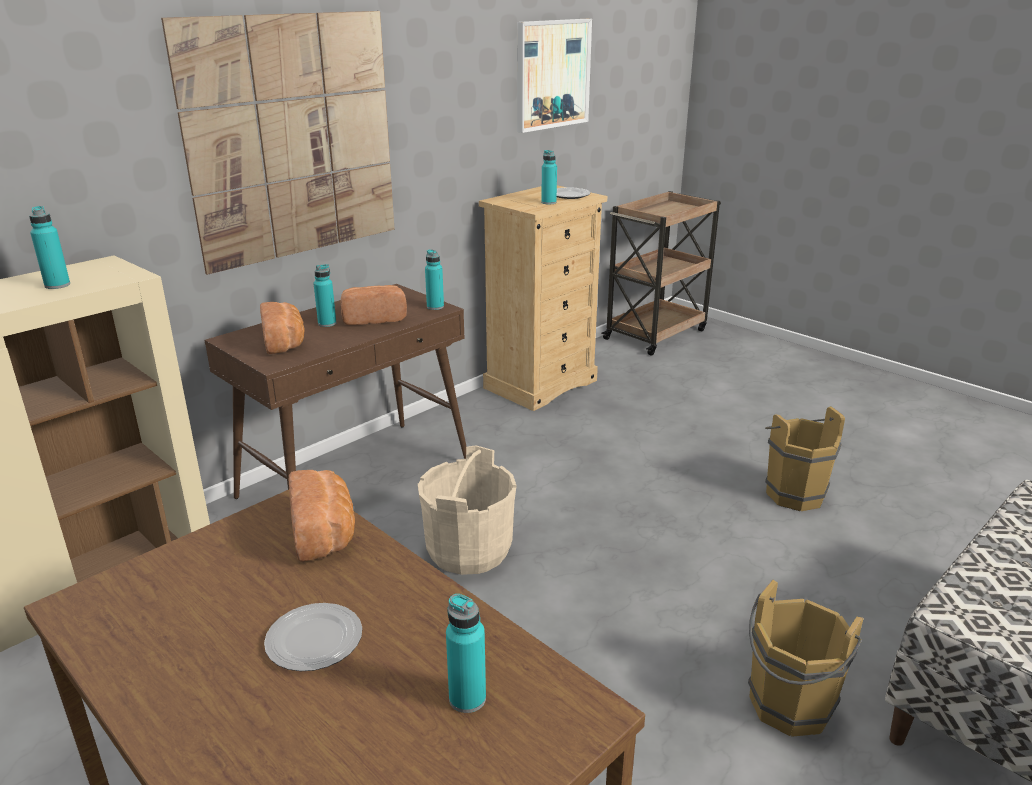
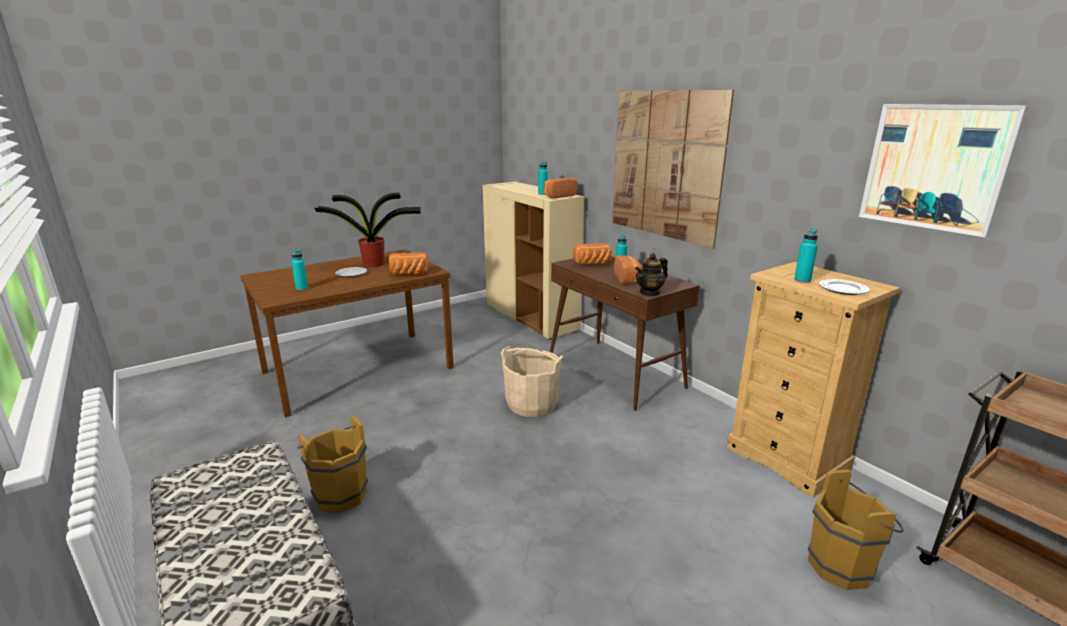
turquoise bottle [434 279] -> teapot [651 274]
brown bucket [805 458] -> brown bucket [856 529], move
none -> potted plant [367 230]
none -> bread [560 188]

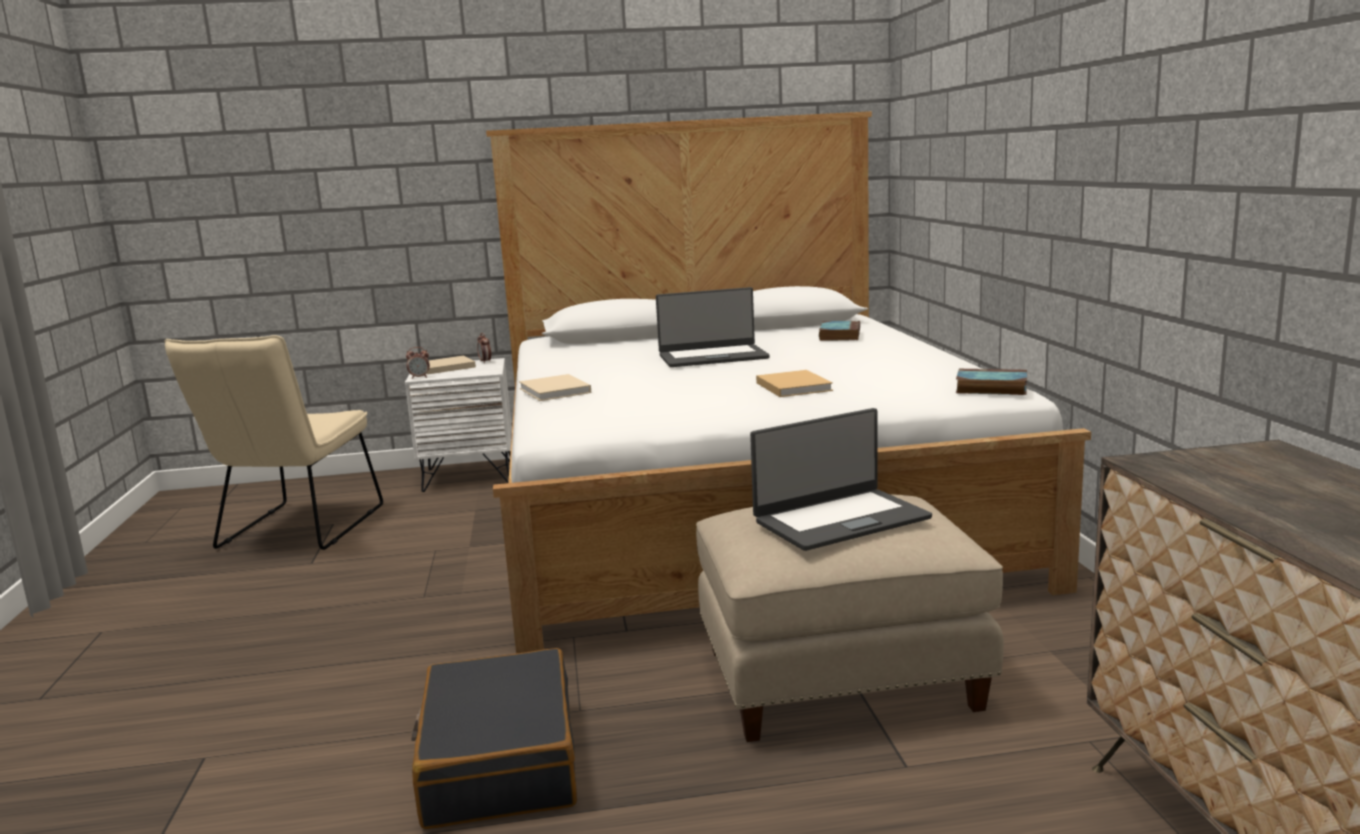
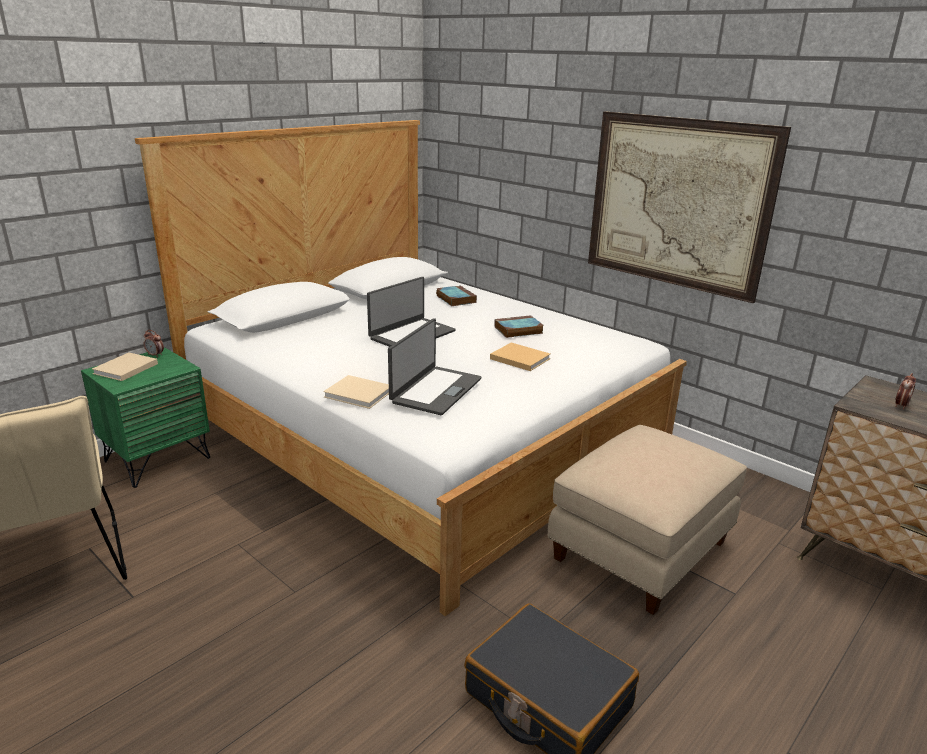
white nightstand [458 425] -> green nightstand [145 418]
alarm clock [418 363] -> alarm clock [905 391], move
laptop [841 479] -> laptop [434 366], move
book [991 382] -> book [518 326], move
none -> picture [689 207]

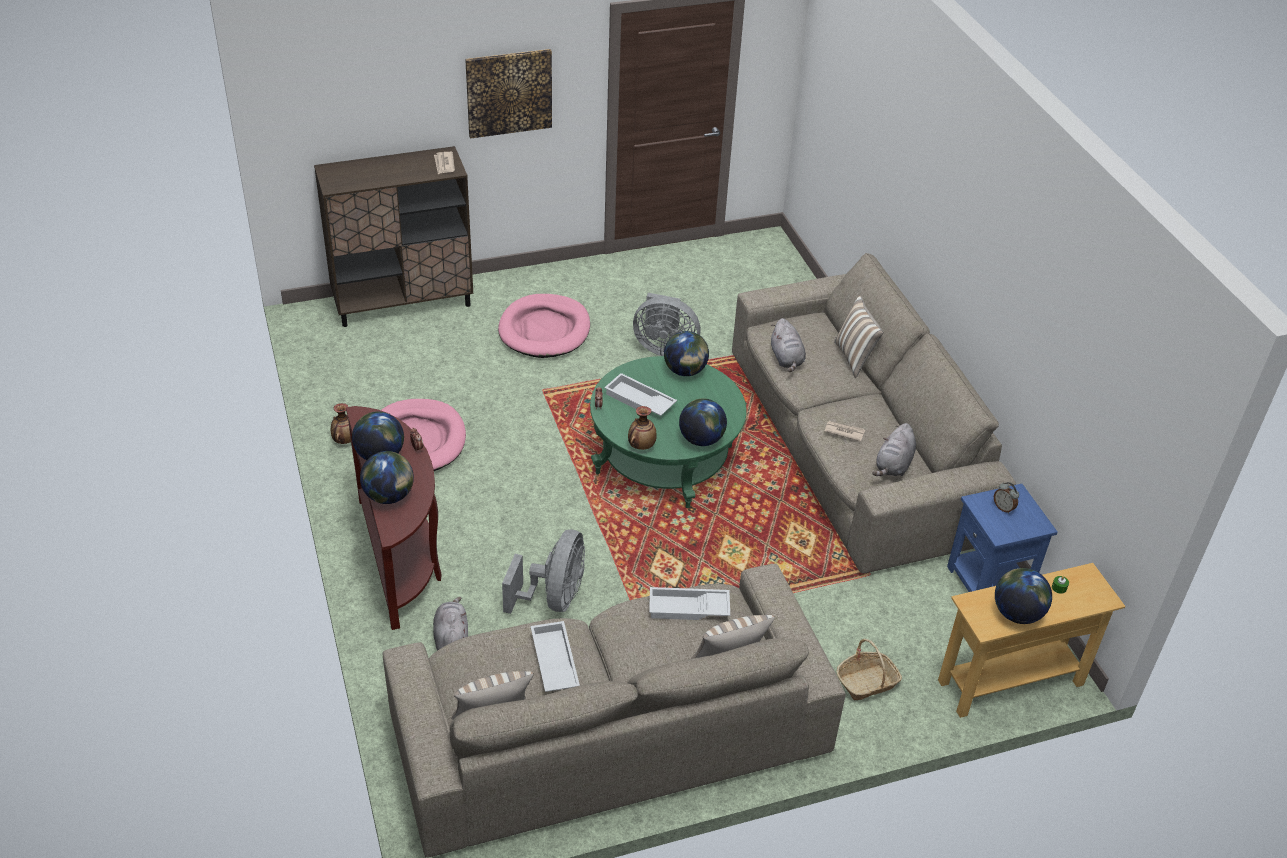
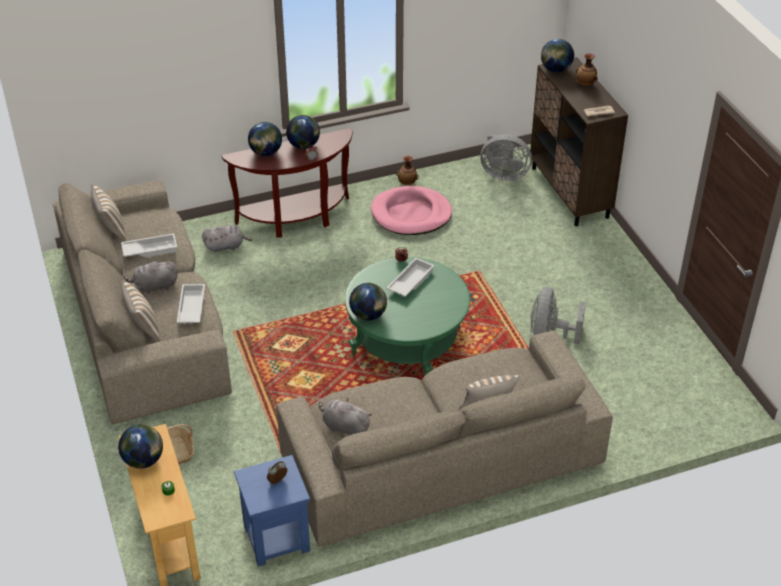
picture [508 94] -> none
pink dog bed [544 326] -> none
grey fan [543 571] -> grey fan [506 157], move
vase [642 428] -> vase [587 69], move
globe [686 353] -> globe [557 55], move
grey plush toy [788 345] -> grey plush toy [150 277], move
newspaper [844 431] -> none

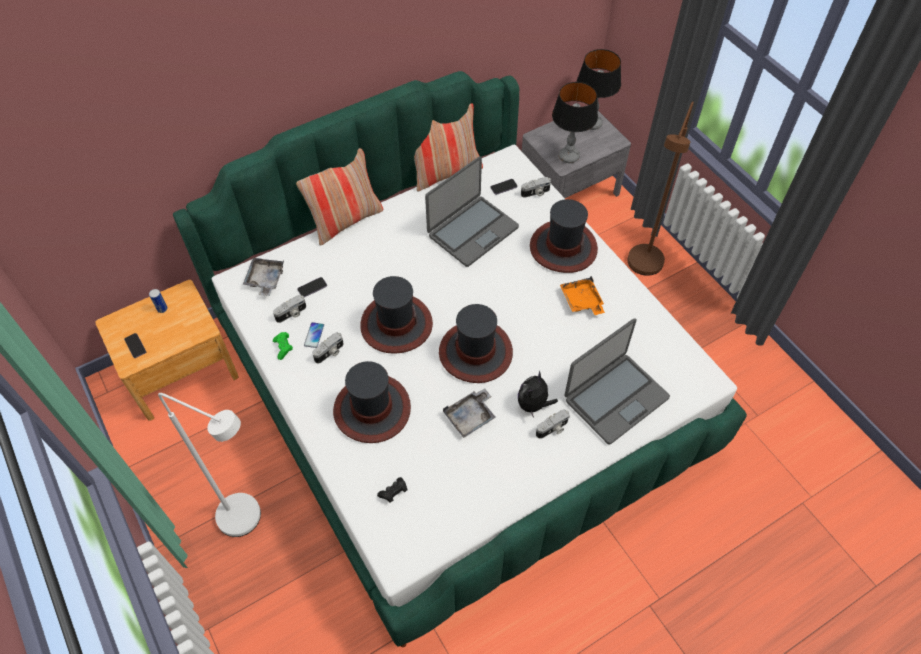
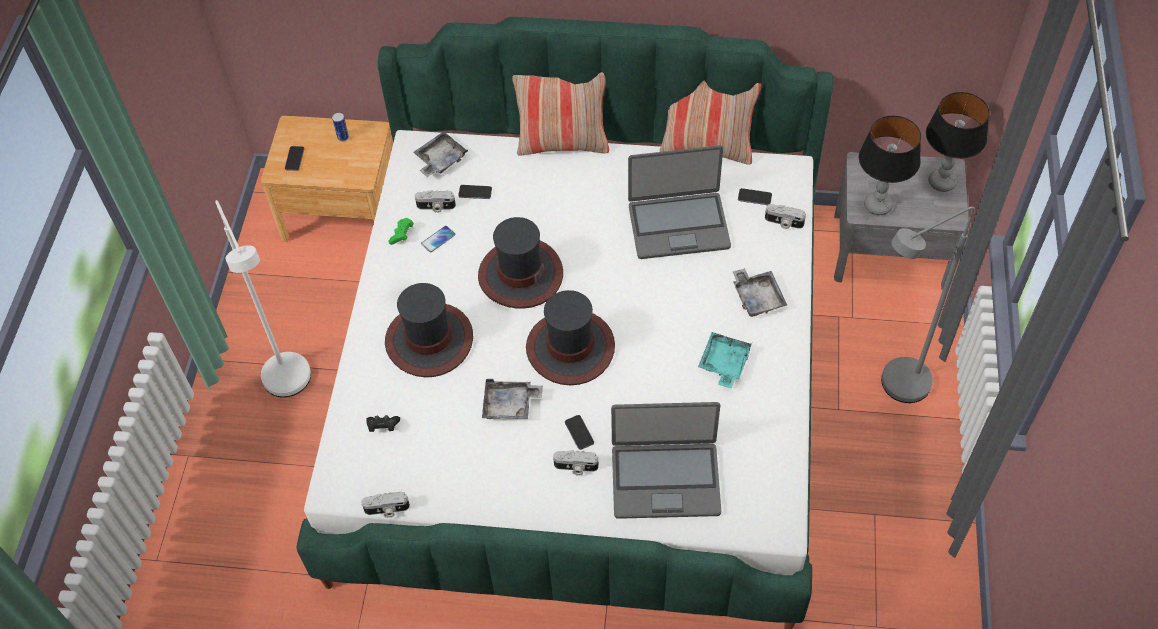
photo camera [328 348] -> photo camera [385 505], move
plush toy [538 394] -> phone [579 432]
hat [564 236] -> grey tray [760 292]
orange tray [582 295] -> turquoise tray [725 360]
brown floor lamp [661 188] -> grey floor lamp [927 304]

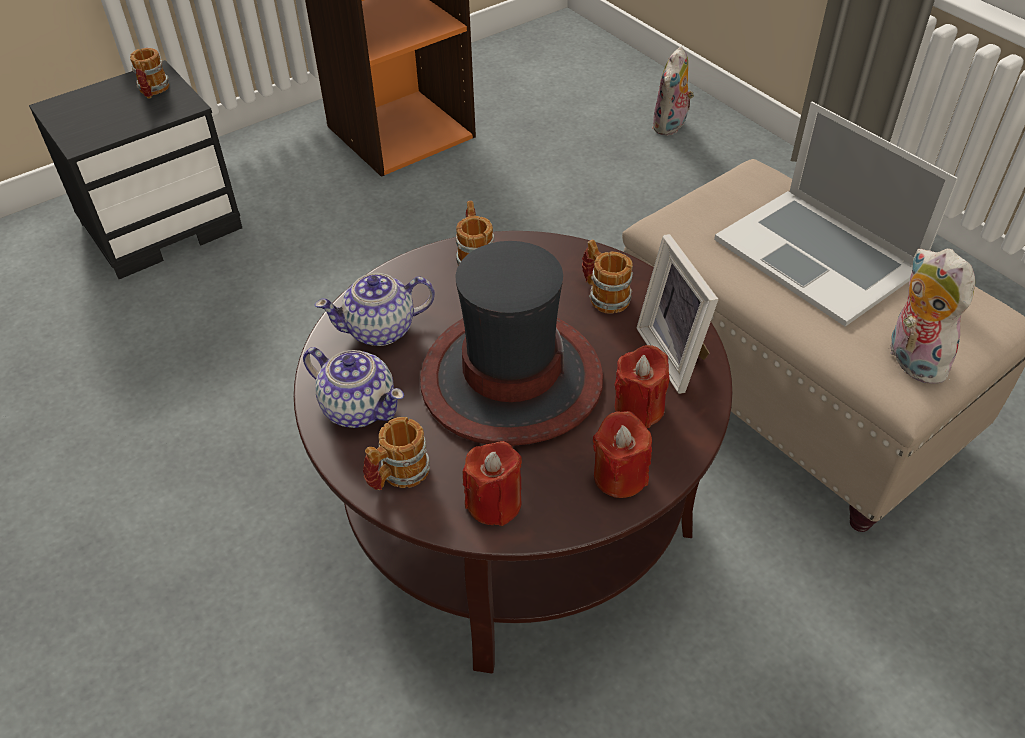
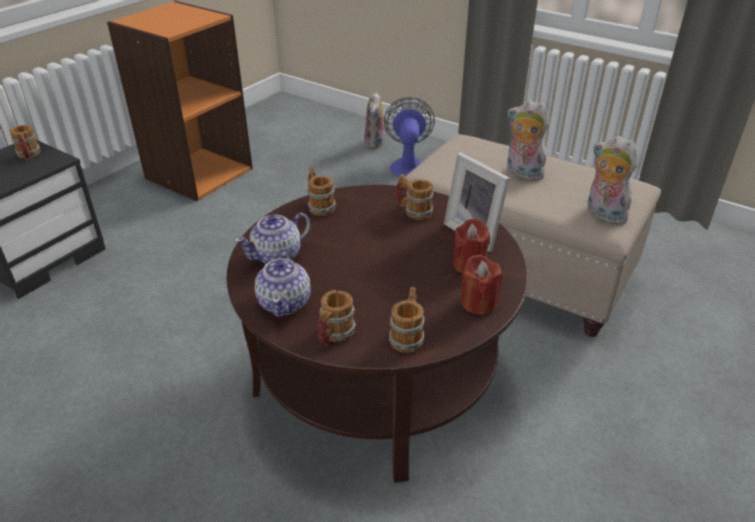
teapot [353 387] -> teapot [283 282], 75 degrees clockwise
hat [511 343] -> none
red candle [492 483] -> mug [406 320]
laptop [836 214] -> plush toy [528 140]
none -> fan [409 136]

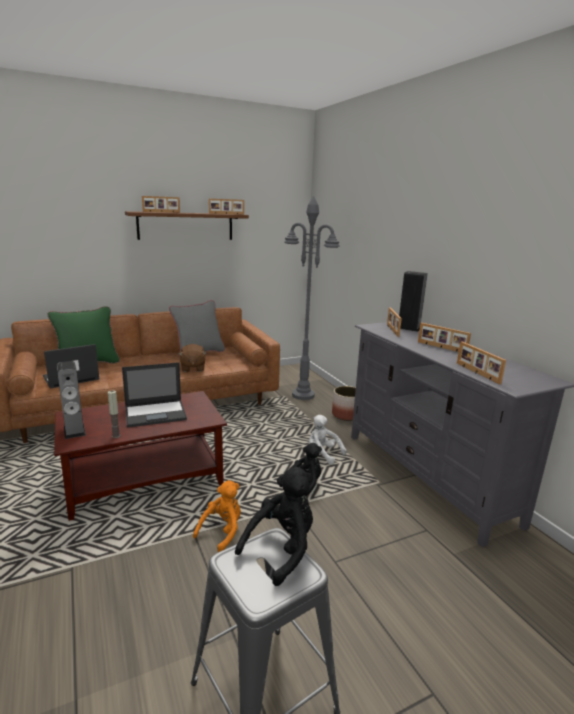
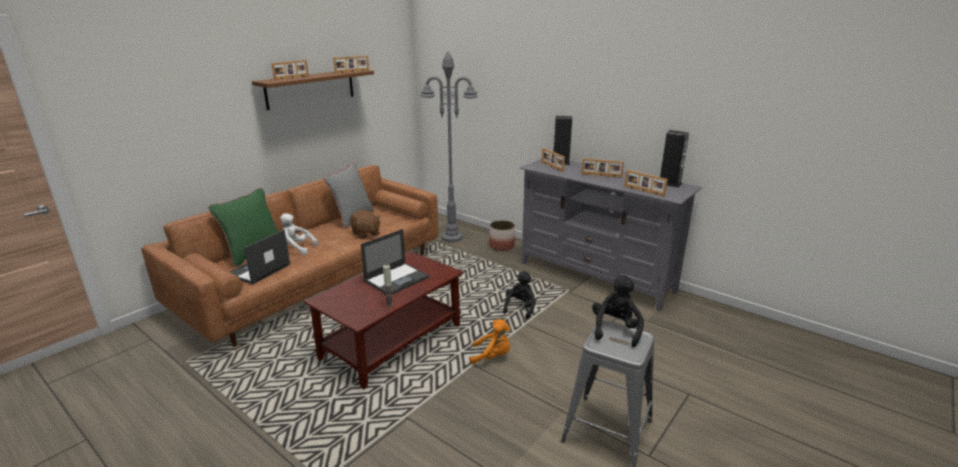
speaker [71 400] -> speaker [674 158], move
orange plush toy [217 516] -> orange plush toy [490 341], 90 degrees clockwise
white plush toy [328 440] -> white plush toy [299 234], move

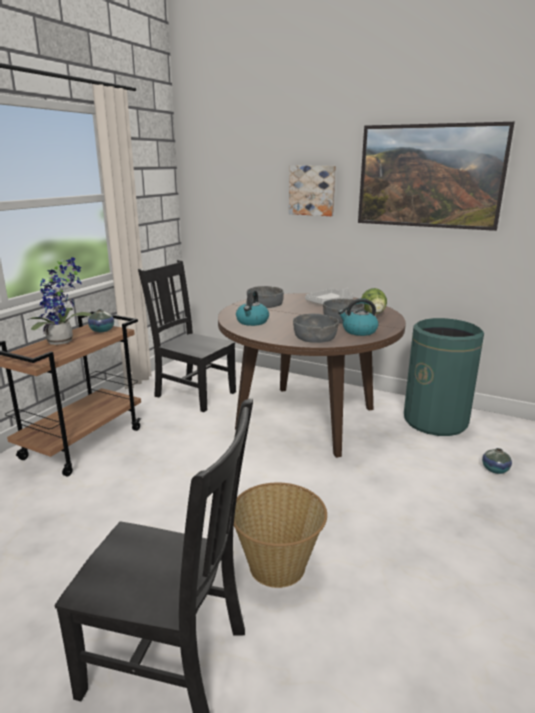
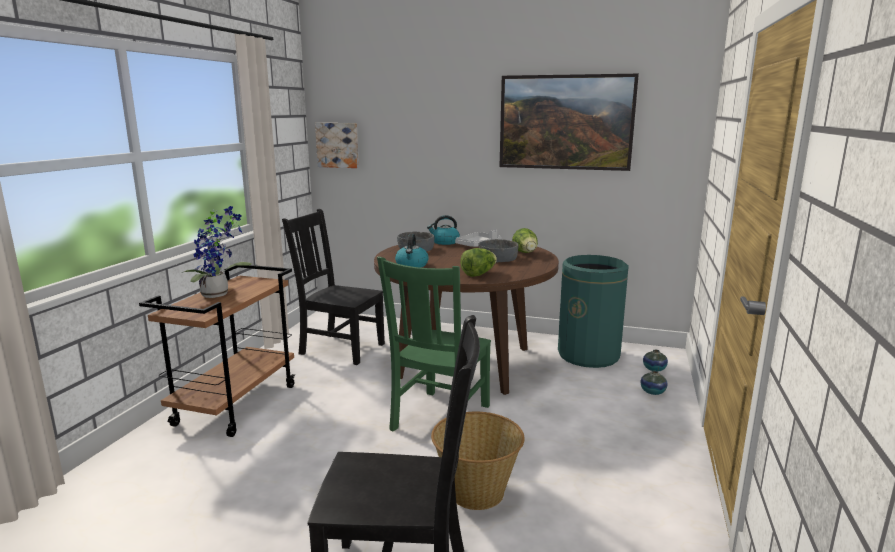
vase [101 320] -> vase [655 360], move
picture [312 190] -> picture [337 145], move
grey bowl [316 328] -> lettuce [478 262]
kettle [358 317] -> kettle [443 230], move
none -> green chair [434 344]

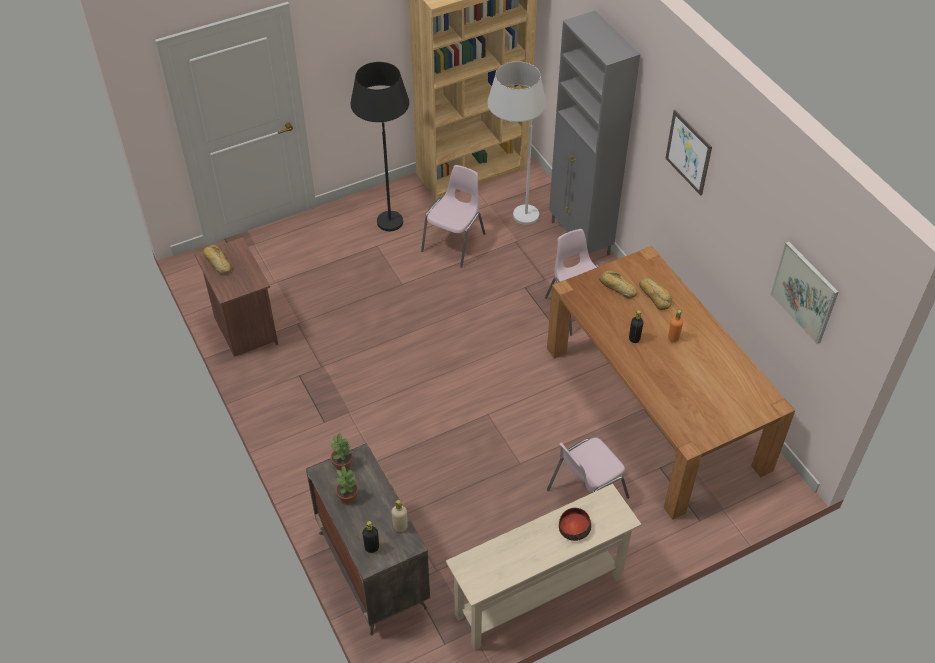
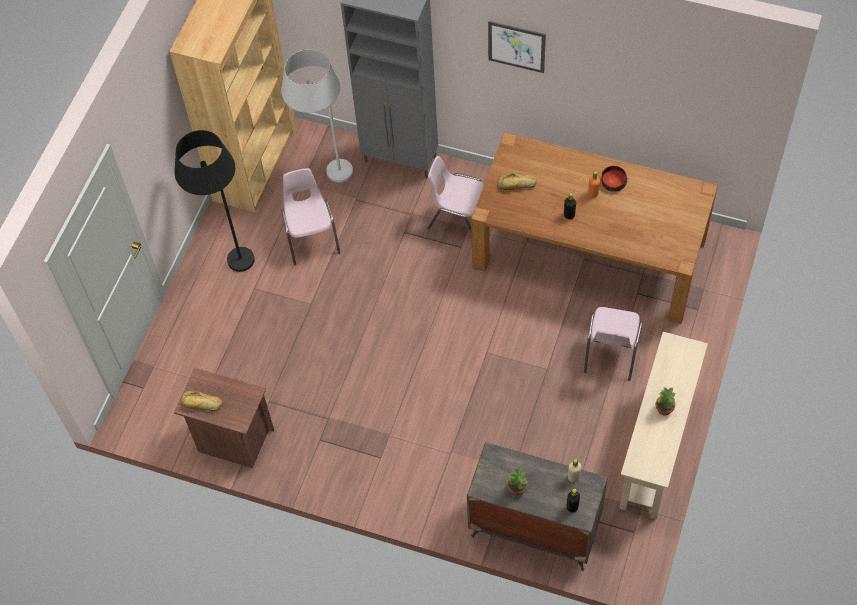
potted plant [342 451] -> potted plant [666 401], move
bowl [575 524] -> bowl [614 179], move
bread [655 294] -> none
picture [804 292] -> none

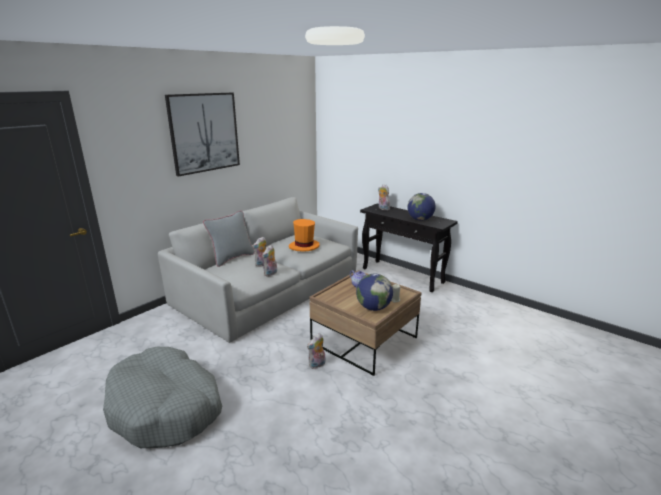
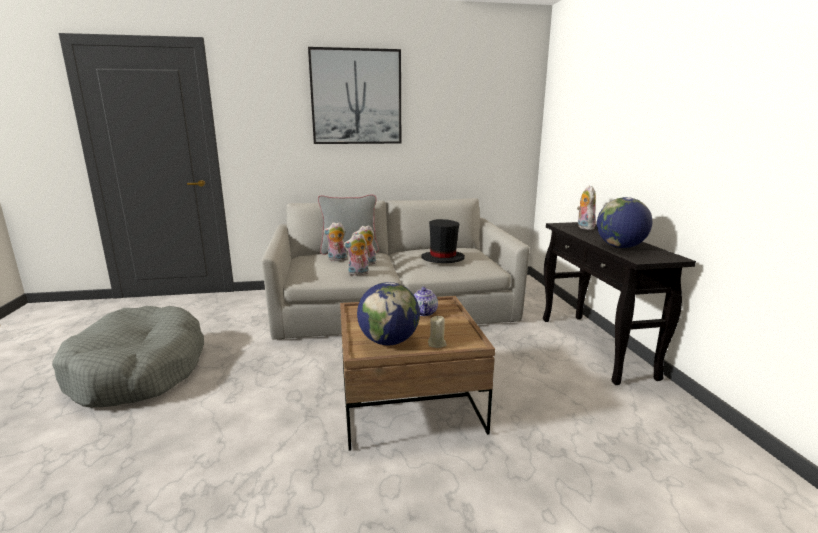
orange hat [304 235] -> black hat [443 241]
plush toy [316 351] -> plush toy [335 241], move

